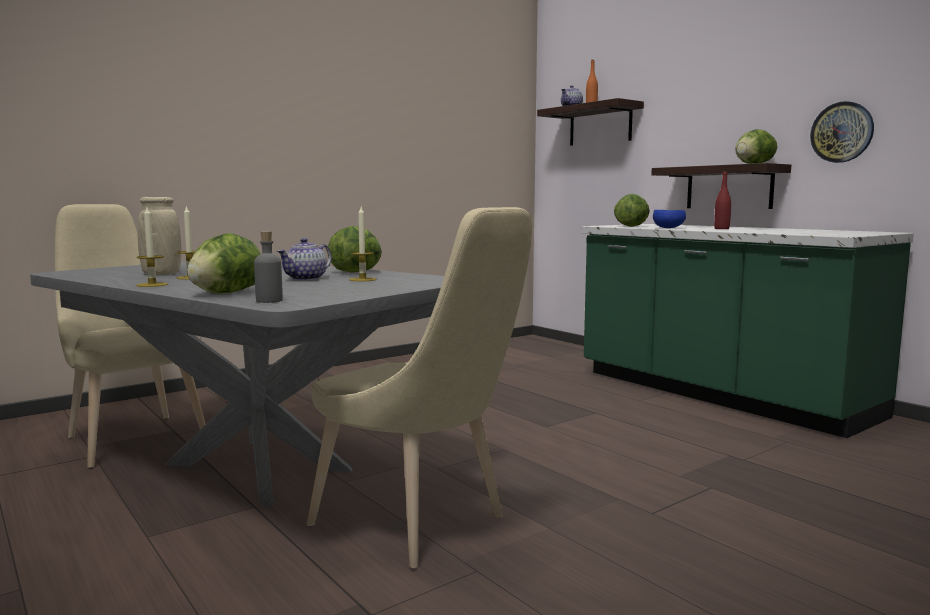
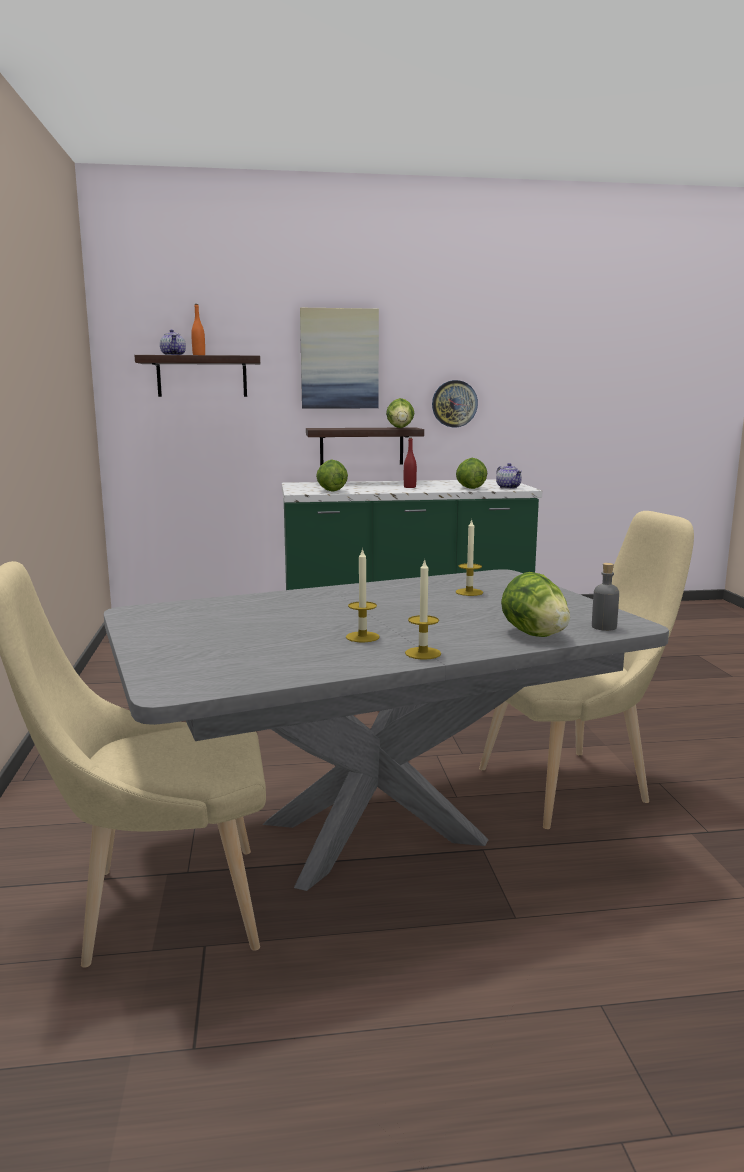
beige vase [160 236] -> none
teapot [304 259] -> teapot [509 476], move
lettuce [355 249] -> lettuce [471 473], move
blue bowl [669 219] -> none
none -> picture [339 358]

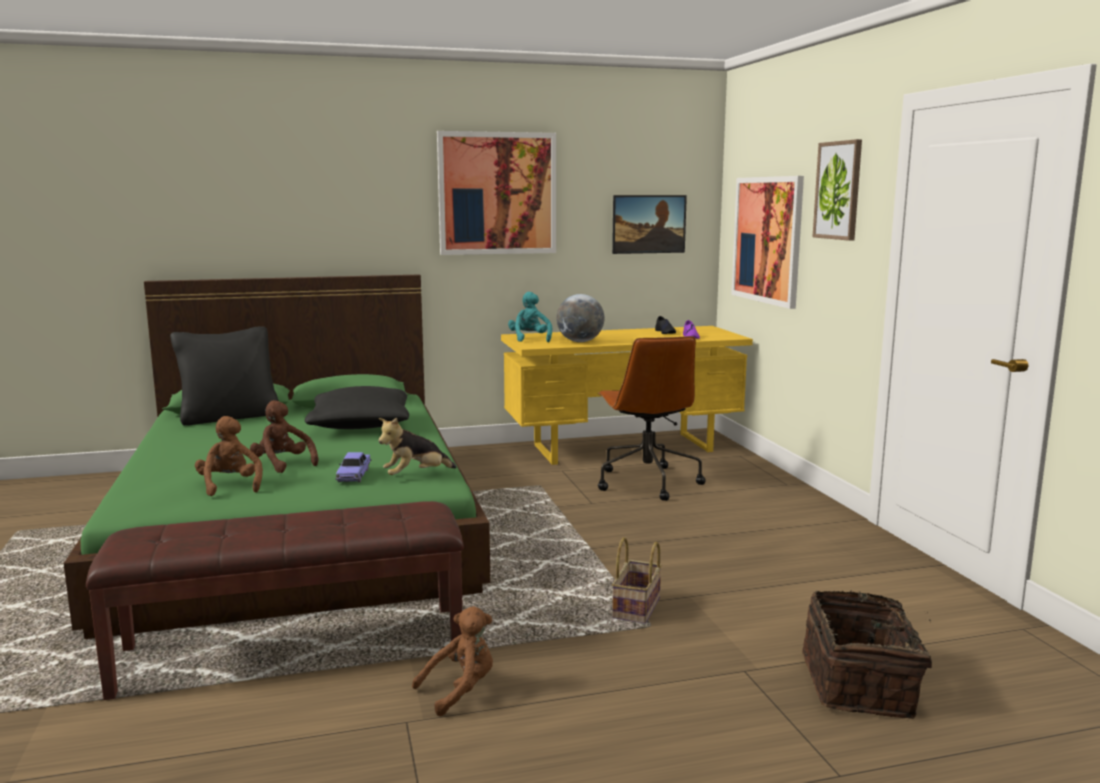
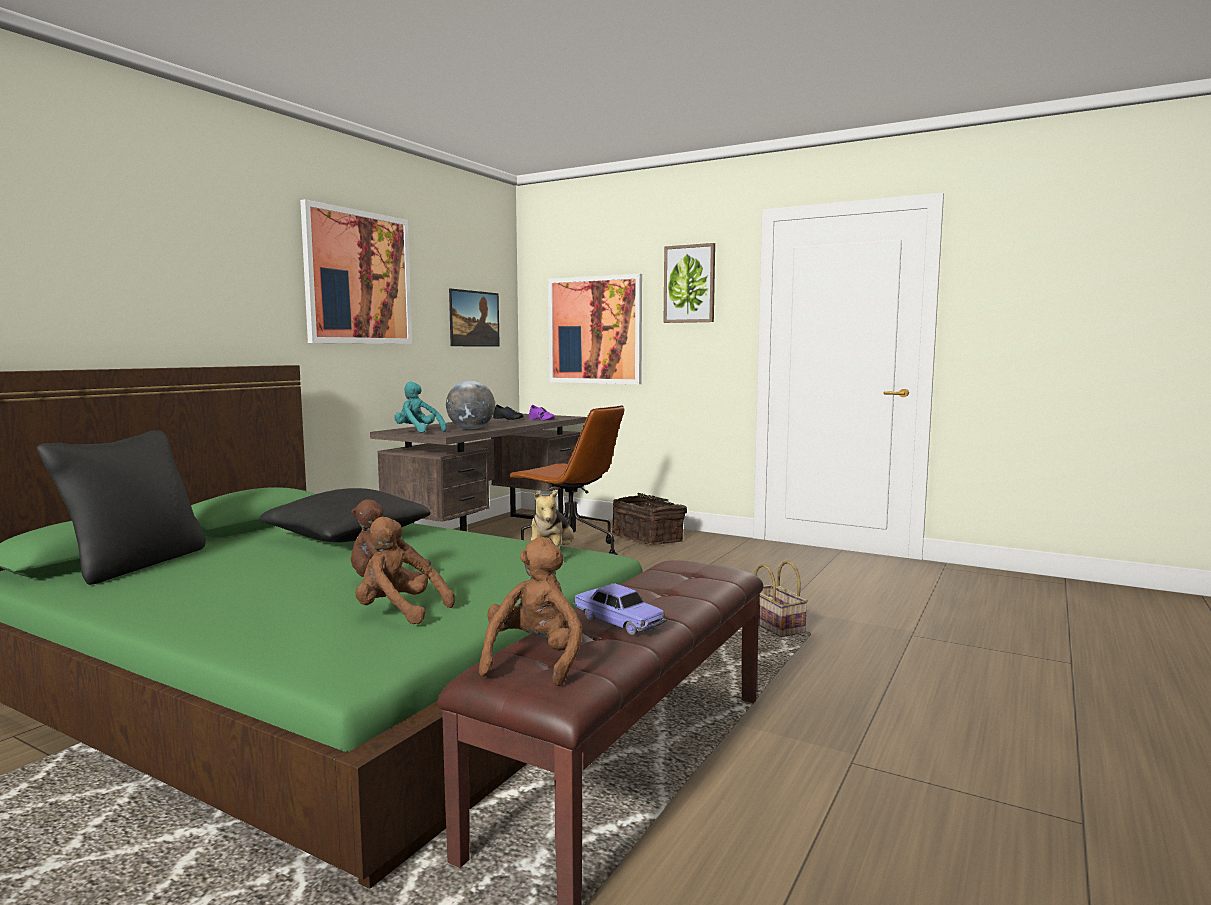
toy car [353 467] -> toy car [619 609], move
brown plush toy [452 661] -> brown plush toy [531 611], move
yellow desk [627 395] -> brown desk [478 472]
basket [867 654] -> basket [649 519], move

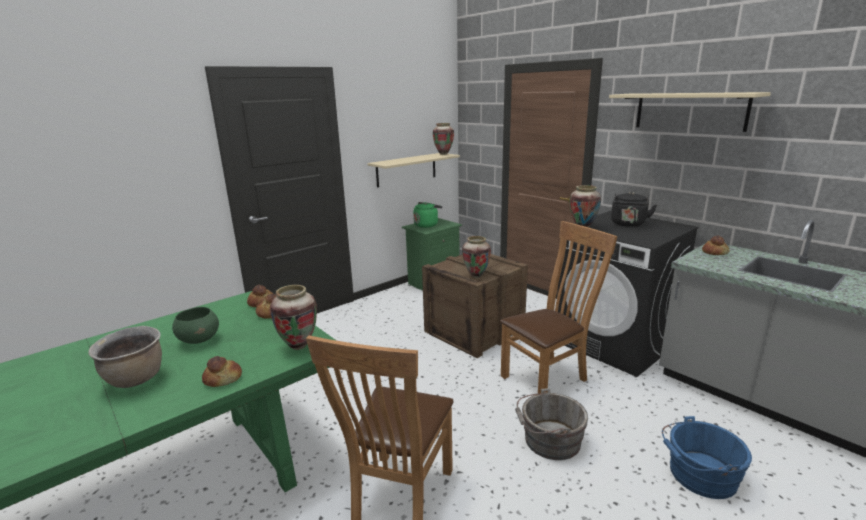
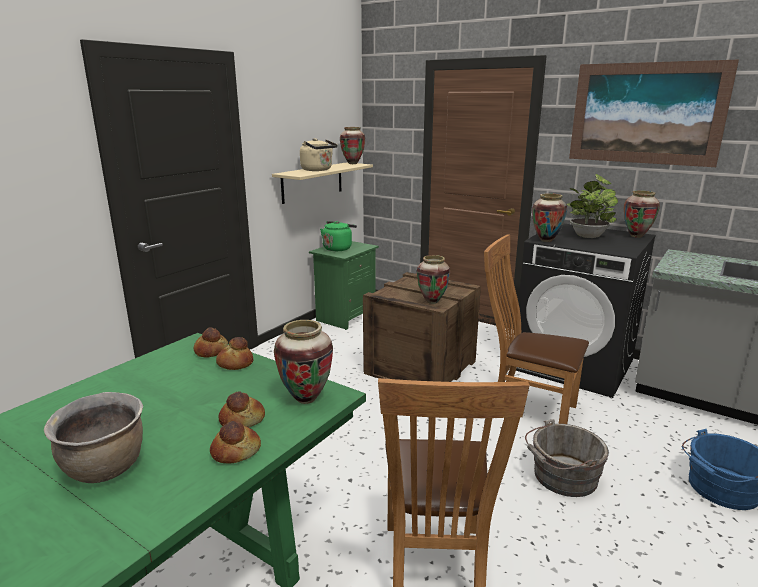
green bowl [195 325] -> none
brown chair [558 307] -> brown chair [536 329], 105 degrees counterclockwise
beige shelf [690 112] -> picture [654 113]
black kettle [634 209] -> potted plant [592 206]
bread [716 245] -> bread [241 409], move
none -> beige kettle [318 154]
none -> vase [642 214]

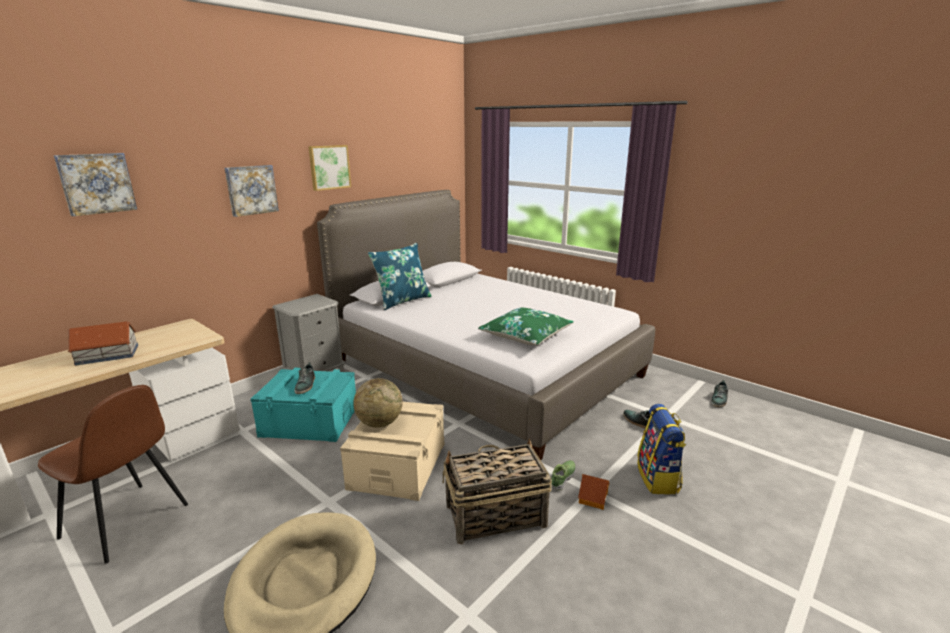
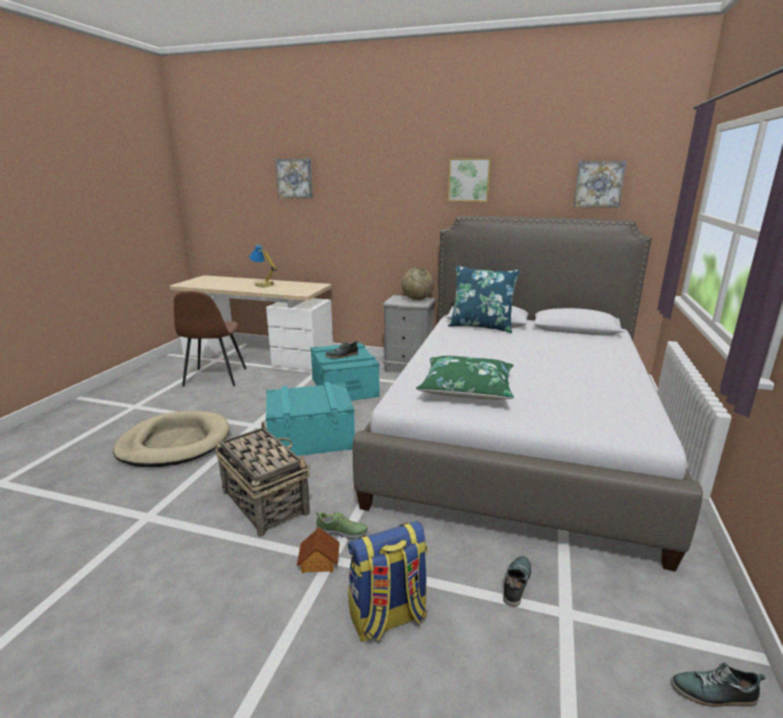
toy house [102 343] -> table lamp [263 266]
picture [252 191] -> picture [599 184], move
beige storage box [392 451] -> turquoise storage box [310 419]
globe [378 403] -> globe [417 283], move

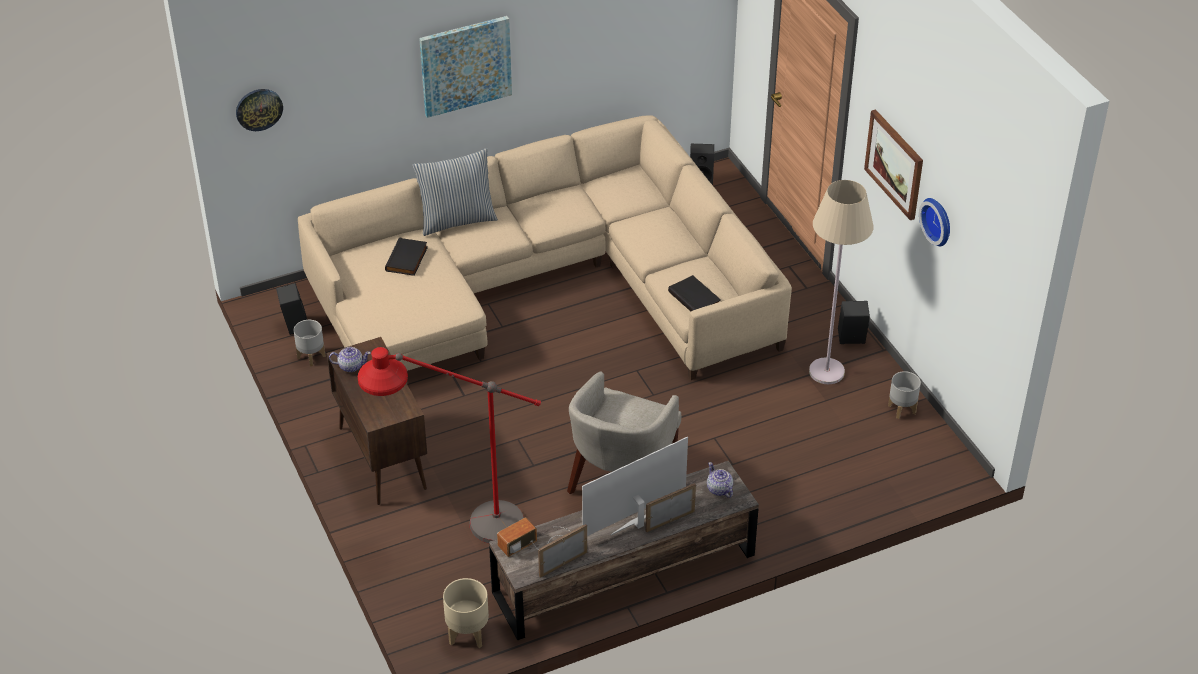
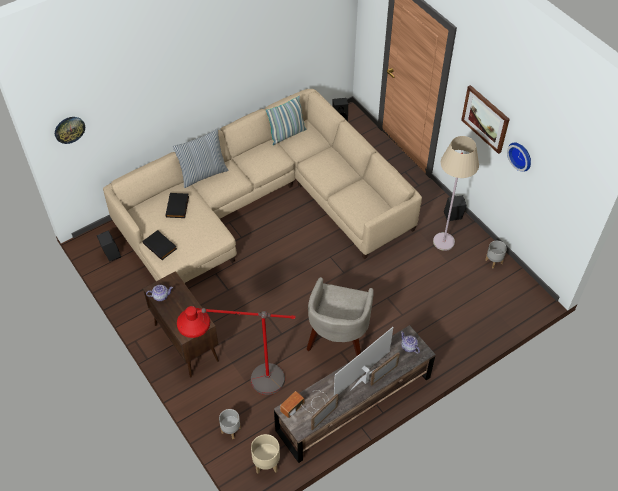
grey planter [309 343] -> grey planter [230 424], move
picture [465 67] -> none
black book [694 293] -> black book [160 245], move
none -> pillow [286 120]

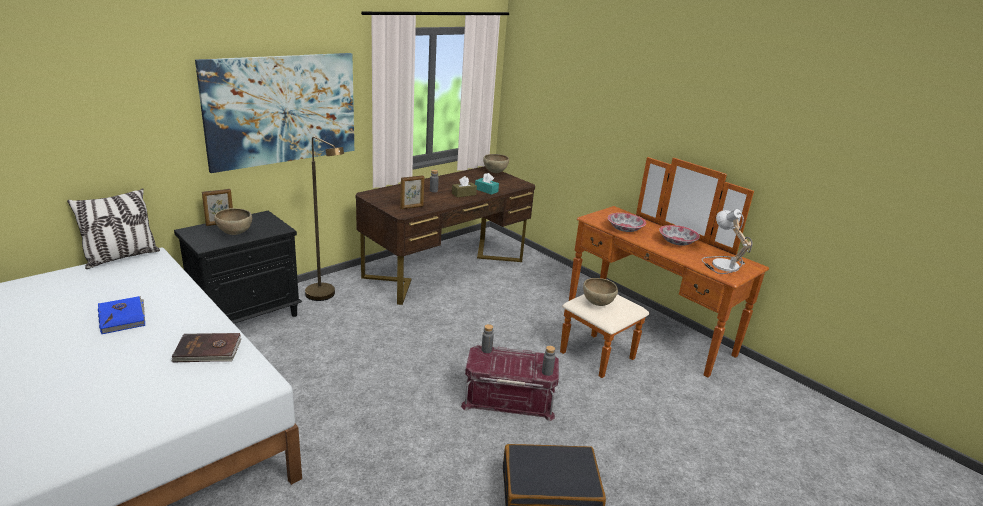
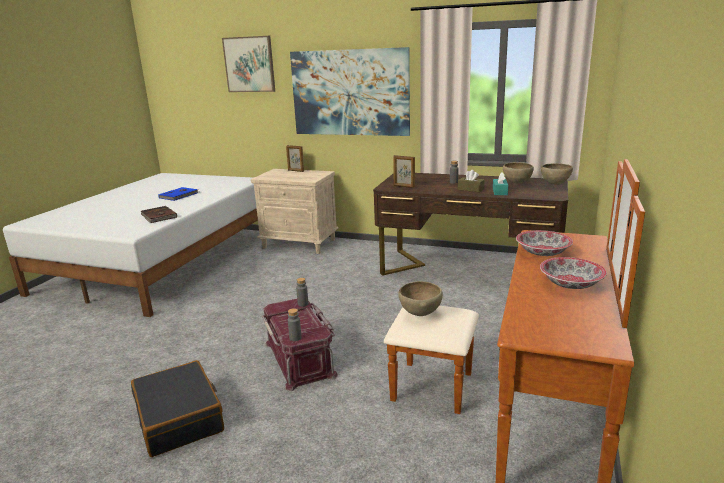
pillow [113 228] -> none
black nightstand [238 267] -> beige nightstand [294 211]
brown bowl [233 221] -> brown bowl [518 172], move
brown floor lamp [324 218] -> none
table lamp [727 241] -> none
none -> picture [248 64]

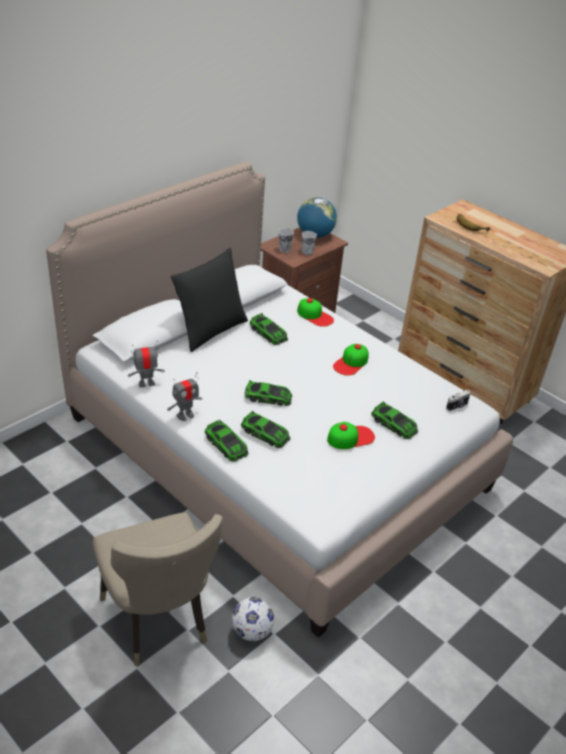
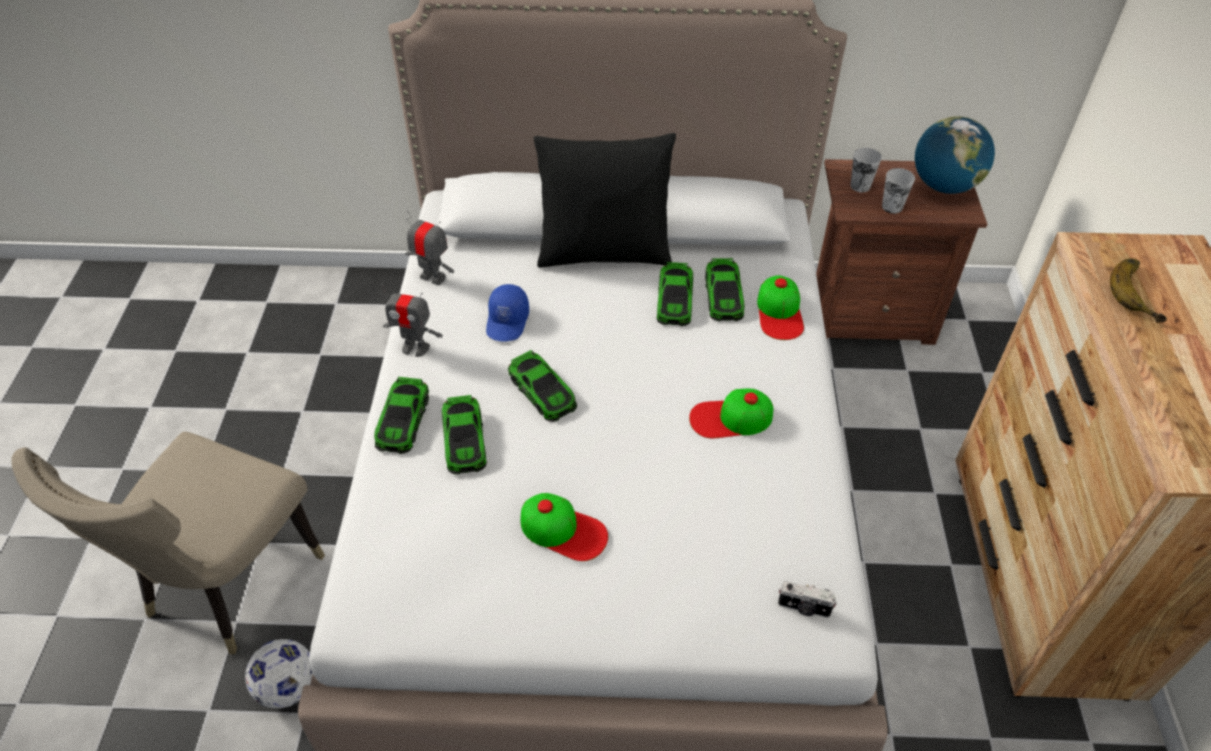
toy car [394 420] -> toy car [724 290], move
none -> blue cap [507 313]

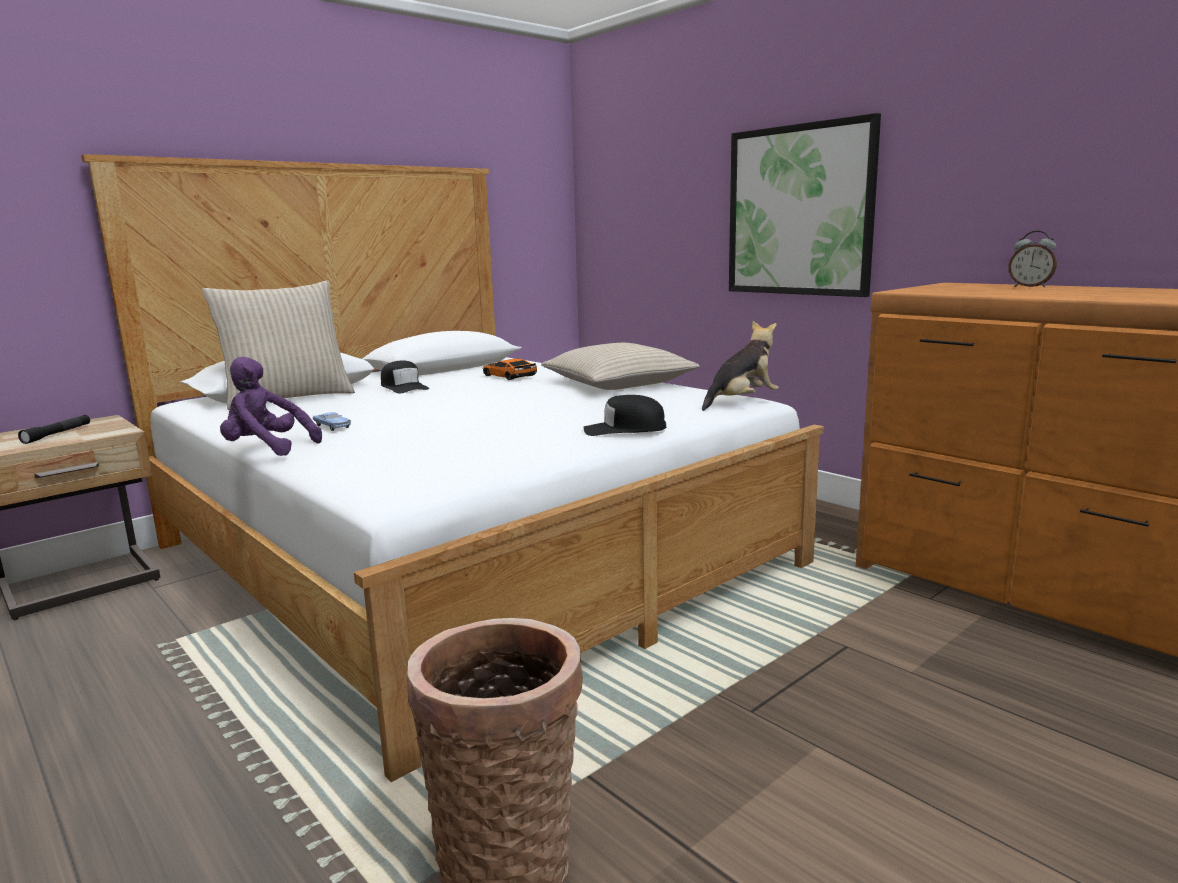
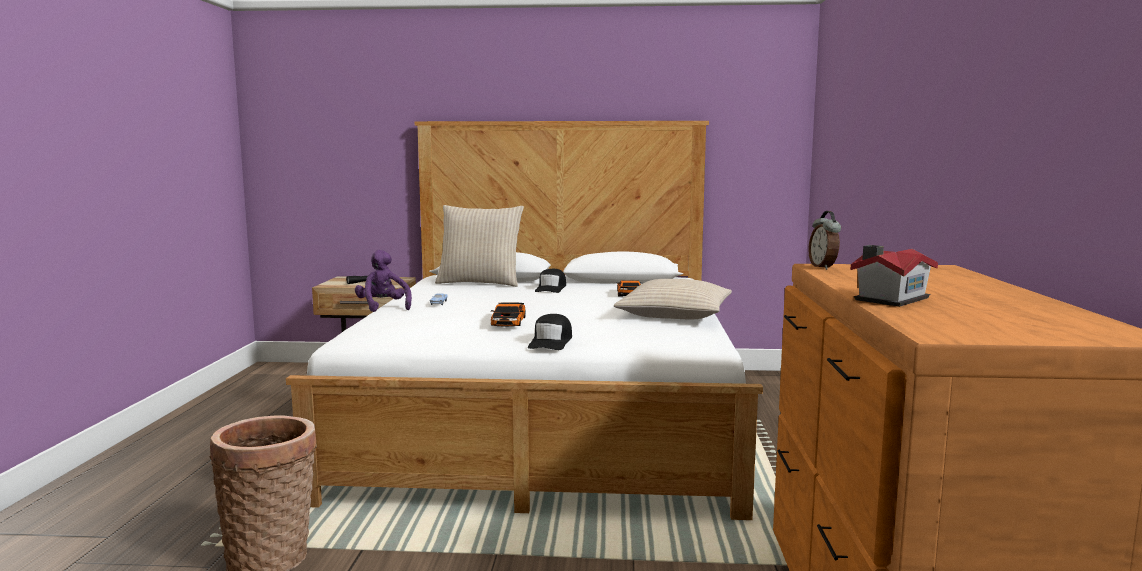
black cap [624 415] -> black cap [550 332], 120 degrees counterclockwise
plush toy [740 366] -> none
picture [805 205] -> none
alarm clock [1033 259] -> alarm clock [824 240], move
none -> toy car [508 314]
none -> toy house [894 276]

